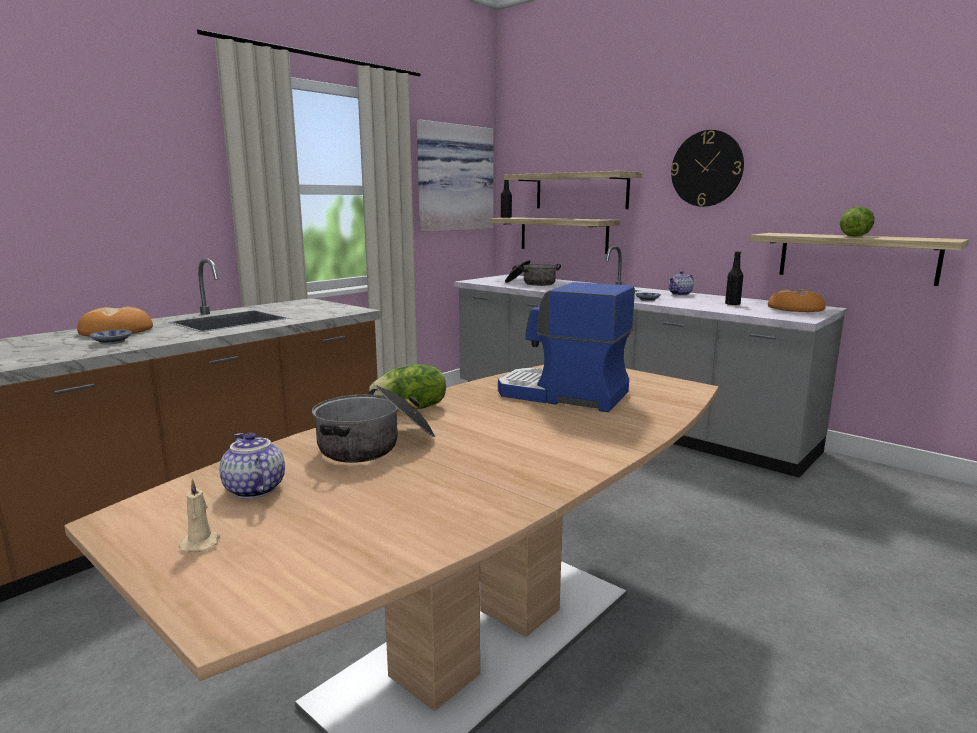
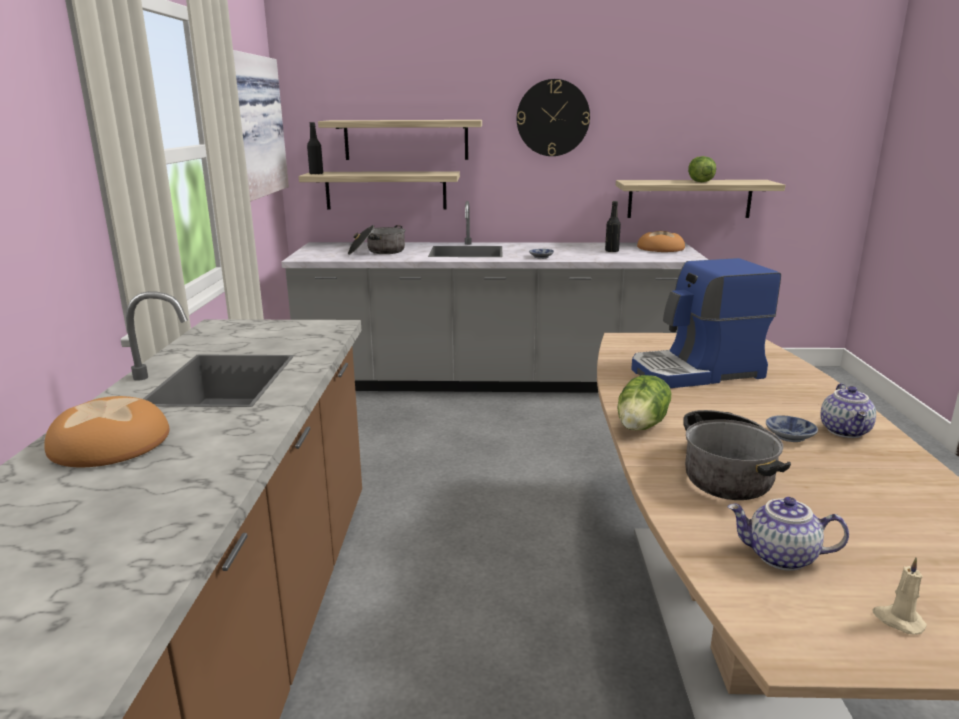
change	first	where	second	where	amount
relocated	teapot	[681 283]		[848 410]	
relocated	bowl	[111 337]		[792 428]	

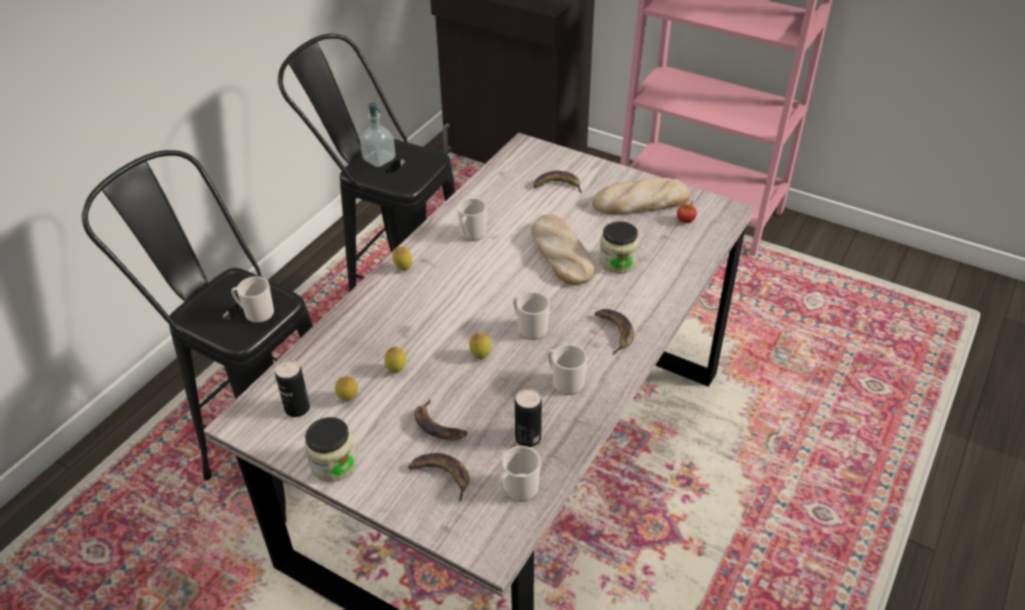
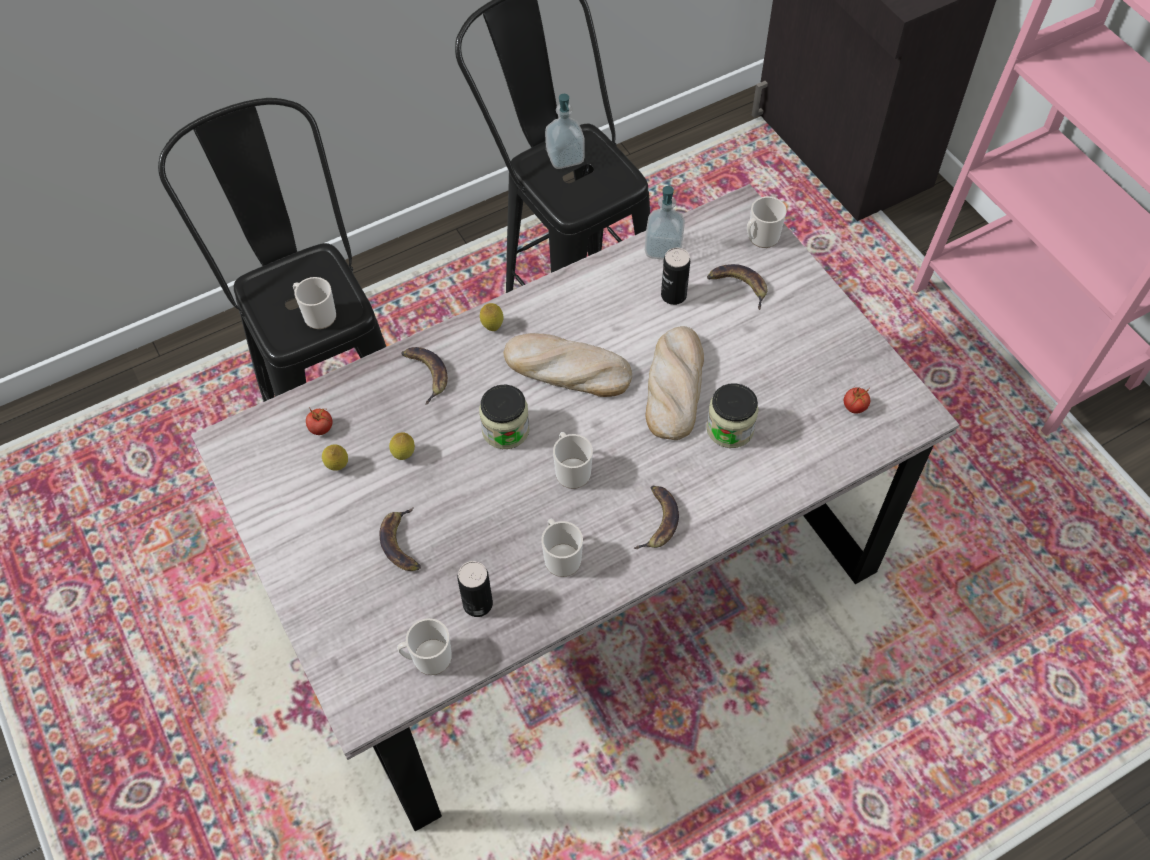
change	first	where	second	where	amount
relocated	bread	[641 196]		[567 365]	
relocated	mug	[472 219]		[766 222]	
missing	lemon	[480 346]			
relocated	can	[292 388]		[675 276]	
relocated	jar	[331 449]		[504 417]	
relocated	banana	[439 477]		[424 376]	
appeared			soap dispenser	[665 223]	
appeared			tomato	[319 421]	

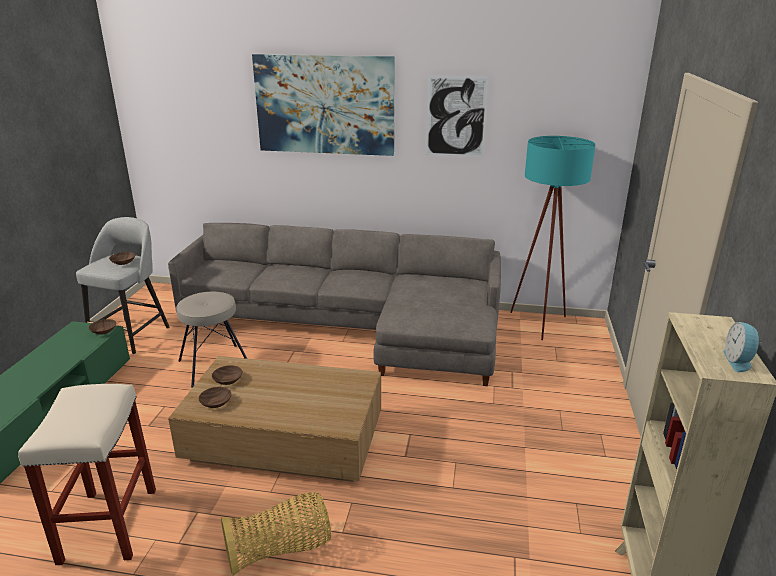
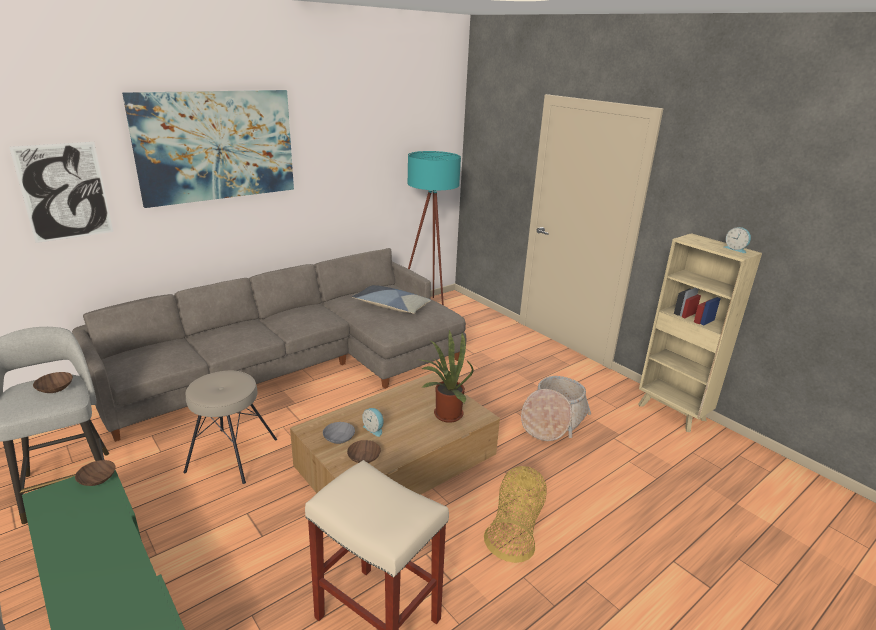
change	first	where	second	where	amount
relocated	picture	[457 116]		[61 192]	
colour	brown bowl	[227 375]	grey bowl	[339 433]	
appeared			pillow	[391 299]	
appeared			potted plant	[447 376]	
appeared			basket	[556 408]	
appeared			alarm clock	[373 422]	

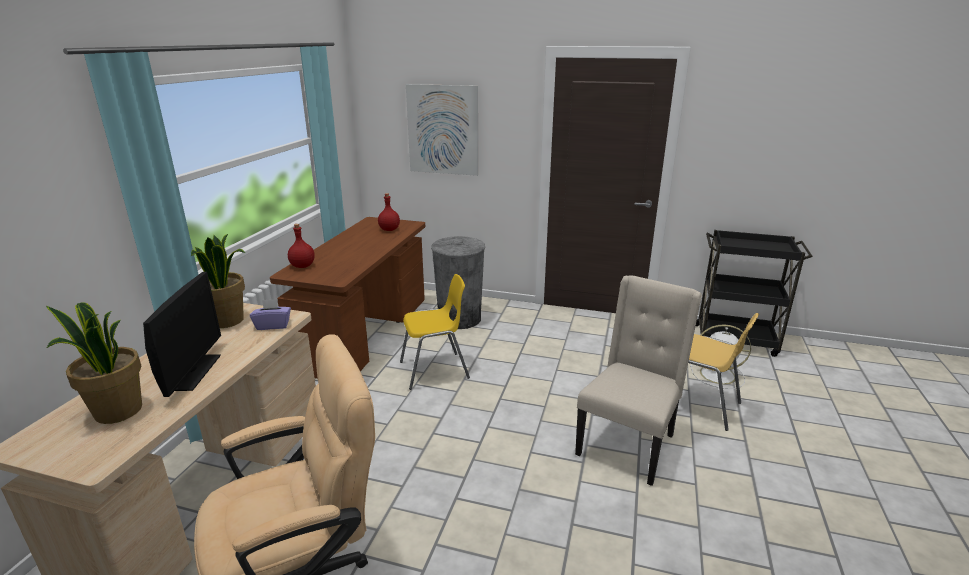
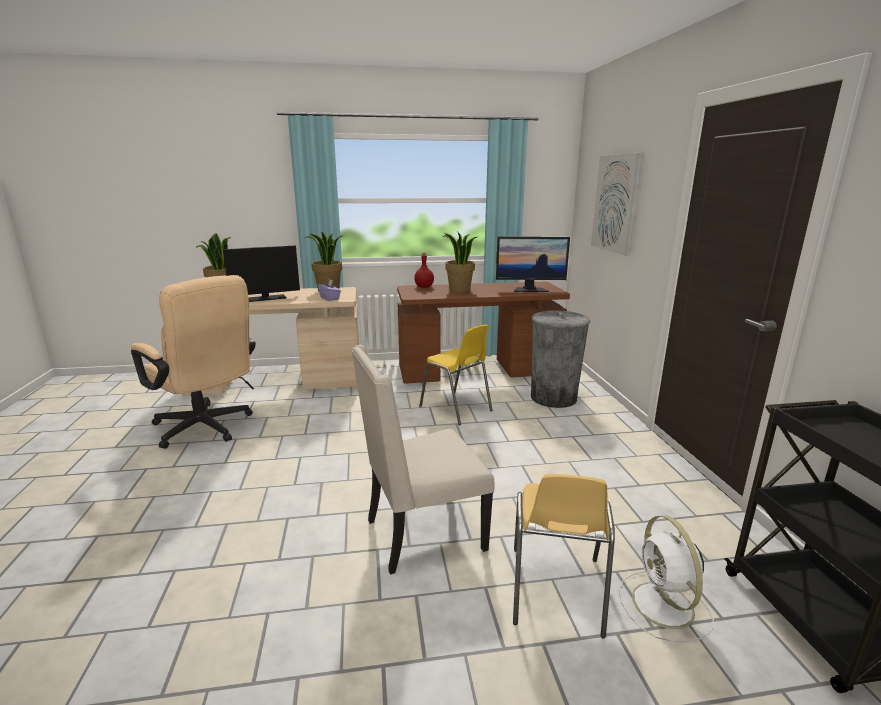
change	first	where	second	where	amount
exchanged	red bottle	[389 212]	monitor	[533 264]	
spun	beige chair	[638 380]		[422 460]	150 degrees clockwise
appeared			potted plant	[459 262]	

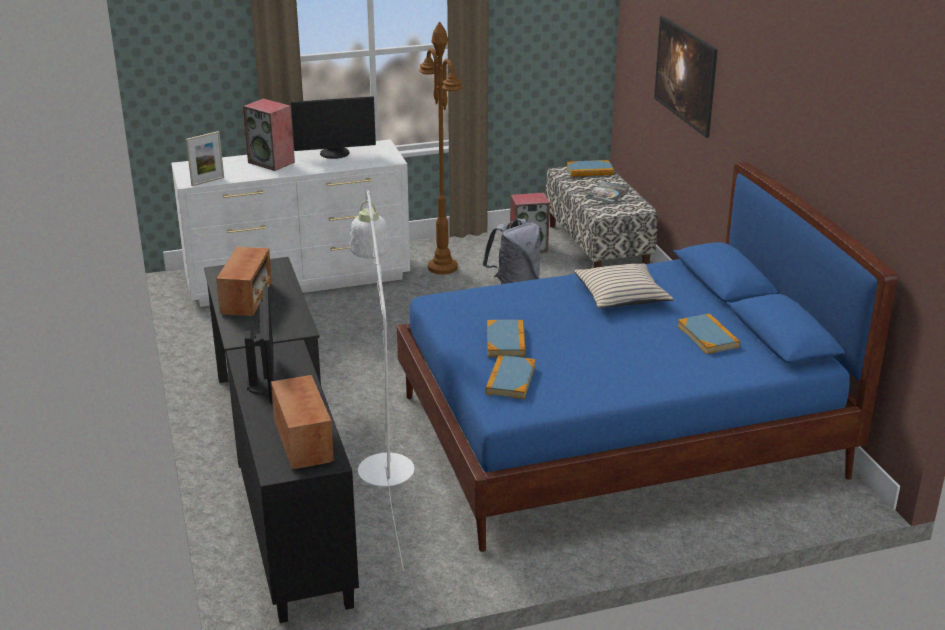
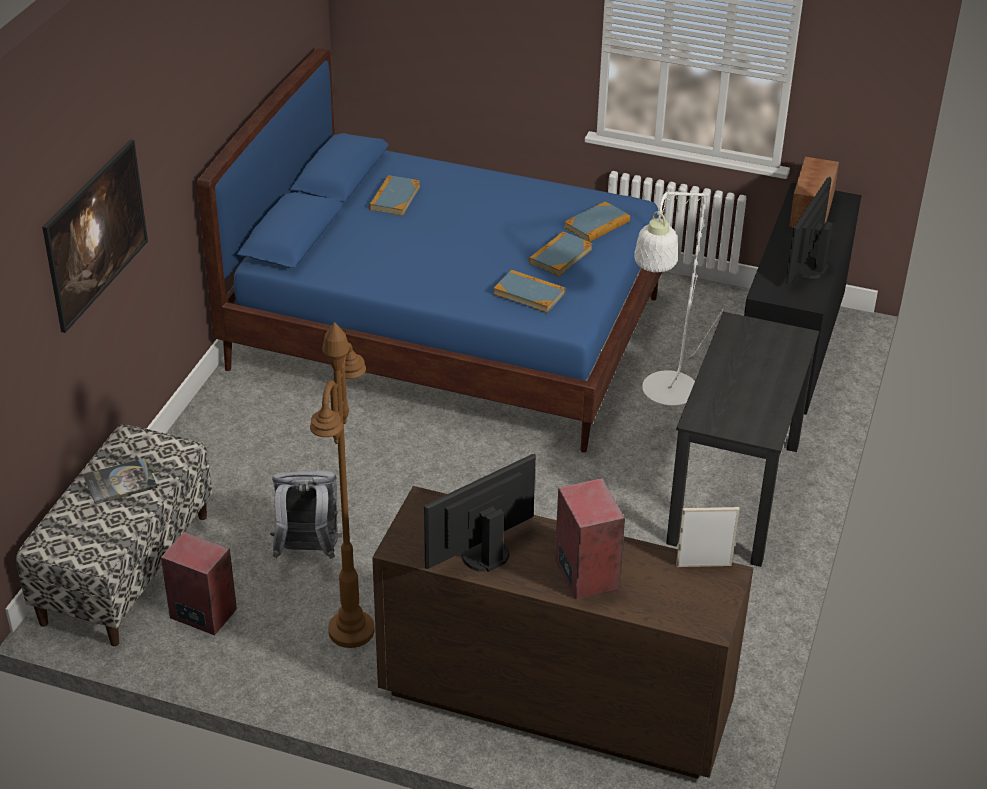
change	first	where	second	where	amount
spun	monitor	[333 127]		[480 513]	60 degrees counterclockwise
colour	white dresser	[290 223]	brown dresser	[562 632]	
relocated	book	[590 168]		[529 291]	
missing	radio	[244 281]			
missing	beige pillow	[624 285]			

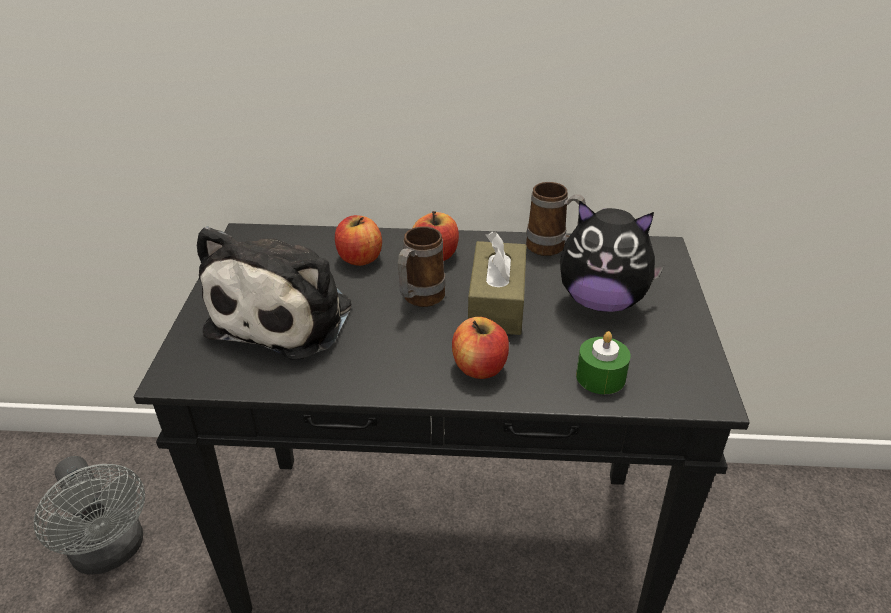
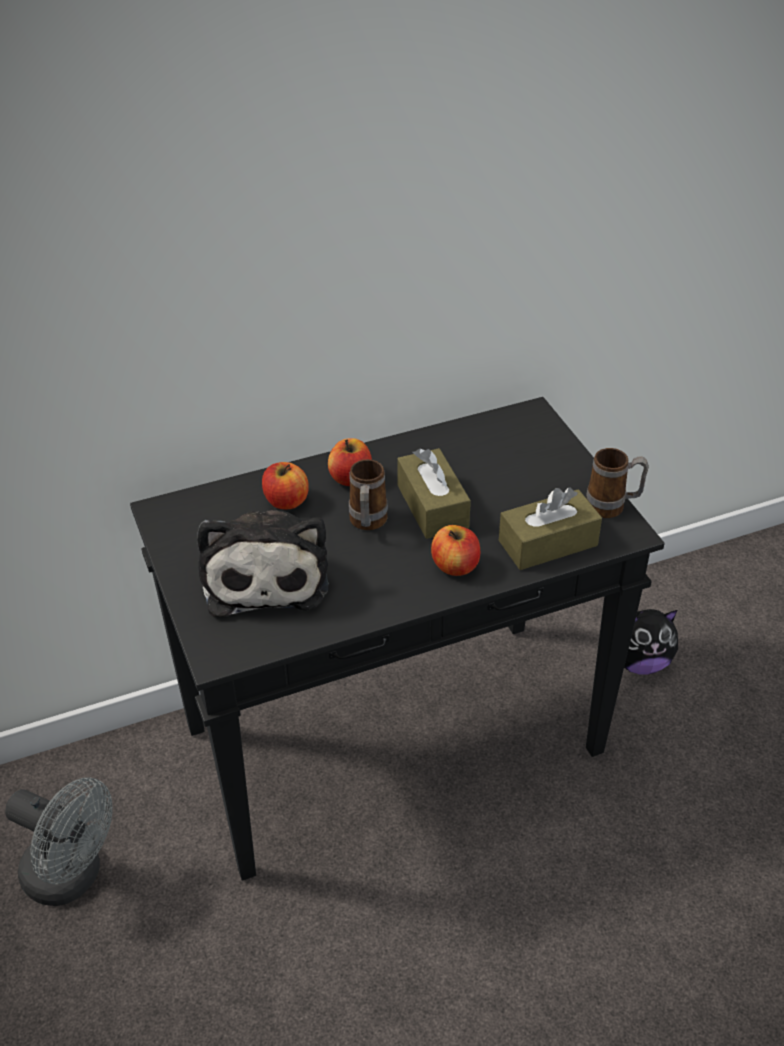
change	first	where	second	where	amount
relocated	mug	[556 219]		[617 483]	
relocated	plush toy	[612 256]		[651 642]	
exchanged	green candle	[603 362]	brown tissue box	[550 528]	

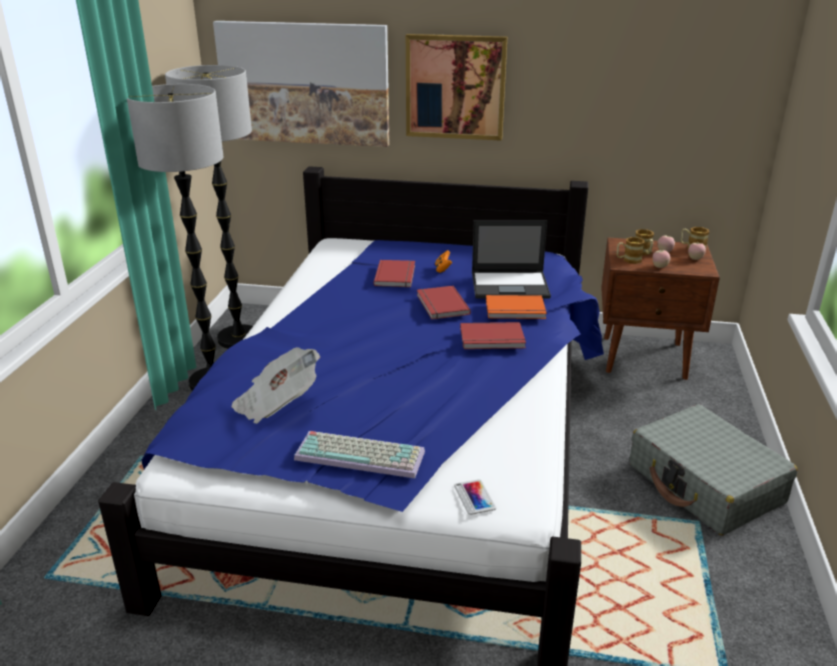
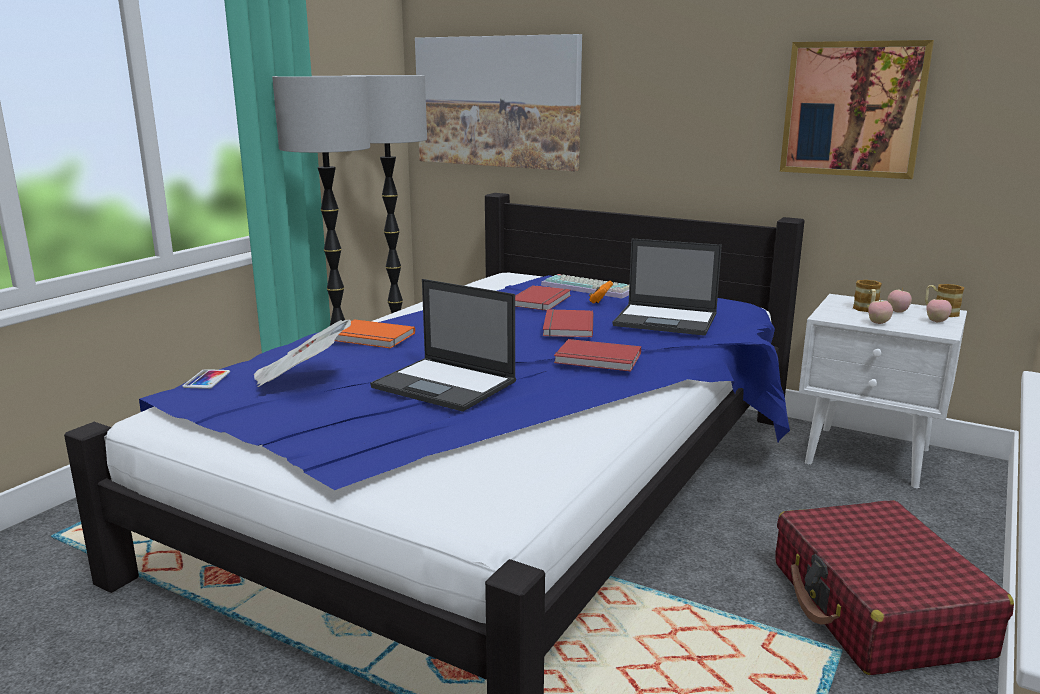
change	first	where	second	where	amount
relocated	picture	[456 87]		[857 109]	
colour	brown nightstand	[660 308]	white nightstand	[883 391]	
missing	mug	[631 250]			
relocated	orange book	[516 307]		[374 333]	
colour	grey suitcase	[714 469]	red suitcase	[895 587]	
relocated	keyboard	[359 454]		[585 286]	
relocated	phone	[475 497]		[206 379]	
appeared			laptop	[443 345]	

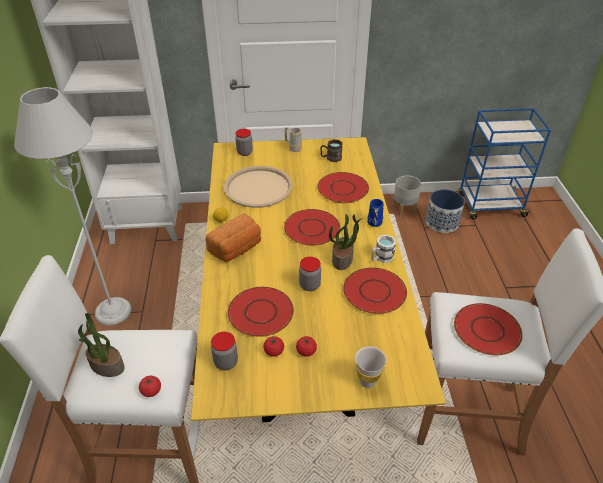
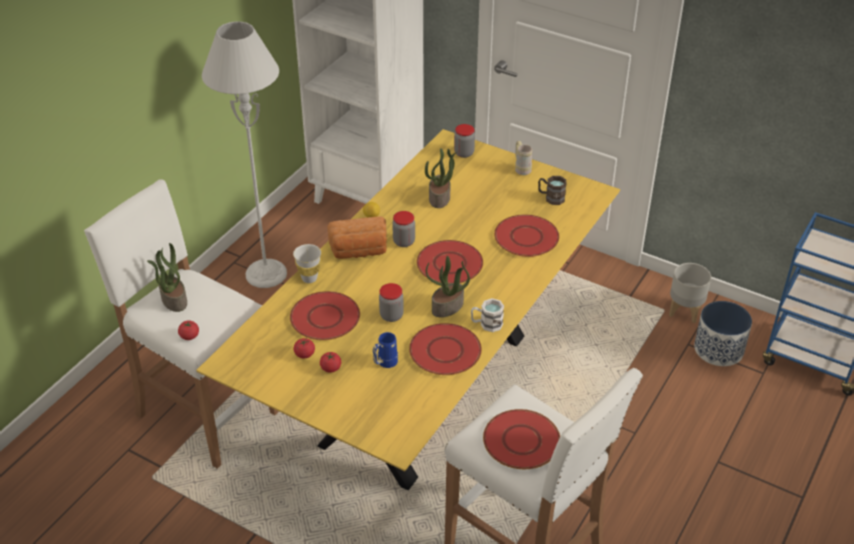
change	first	where	second	where	amount
exchanged	beige tray	[258 187]	potted plant	[441 178]	
relocated	blue mug	[375 213]		[385 350]	
relocated	jar	[224 351]		[403 229]	
relocated	white cup	[371 367]		[307 263]	

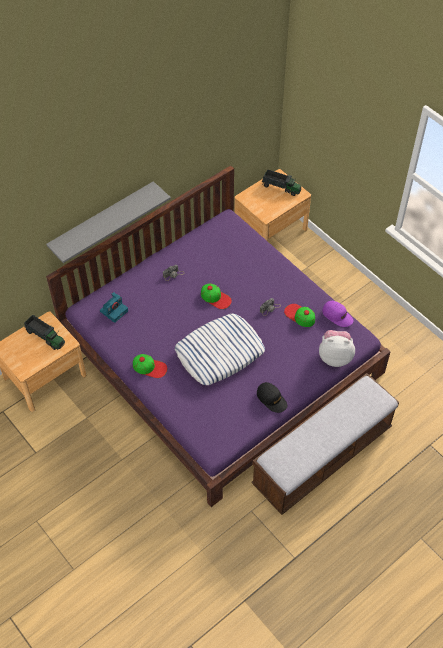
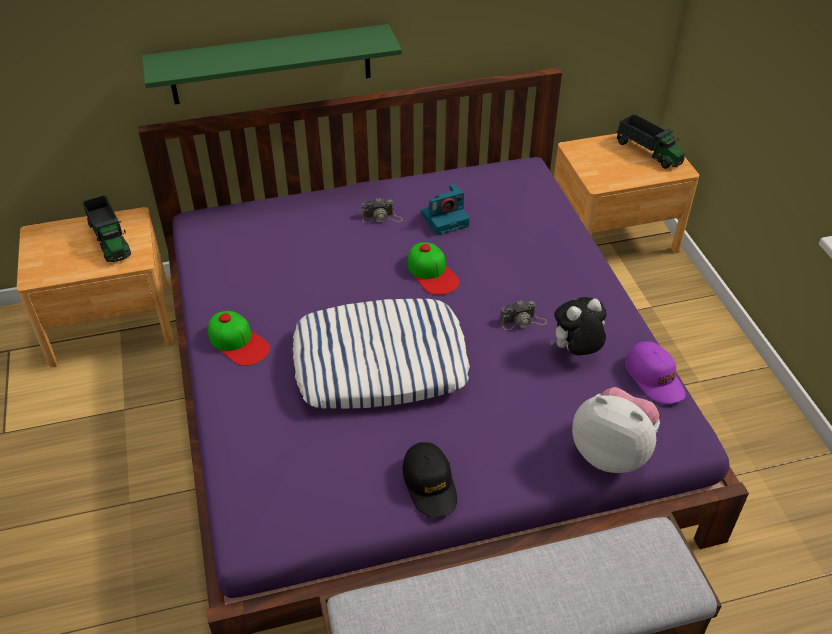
change	first	where	second	where	amount
colour	grey shelf	[108 222]	green shelf	[272 64]	
relocated	photo camera	[114 307]		[445 210]	
exchanged	cap	[299 315]	plush toy	[578 326]	

